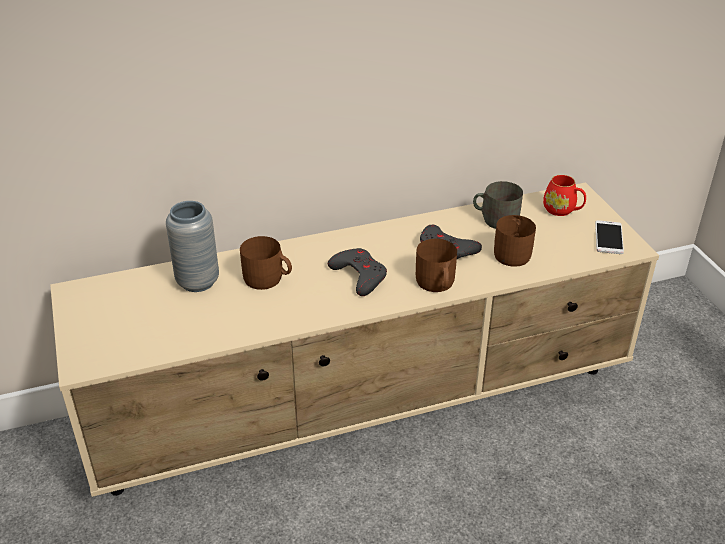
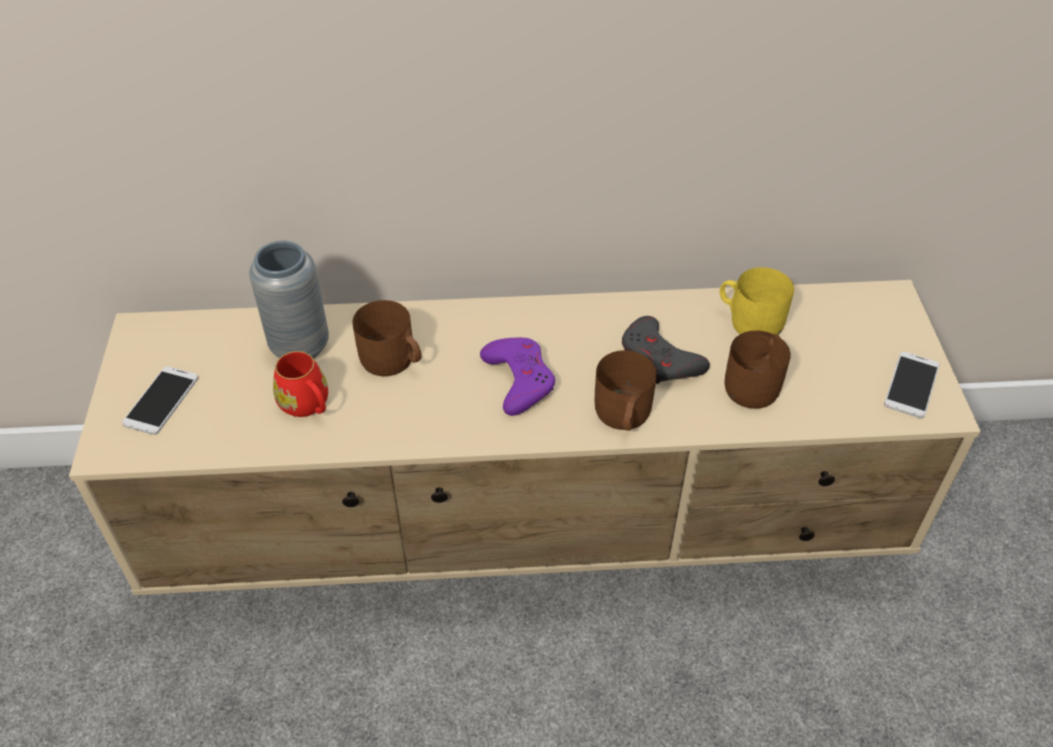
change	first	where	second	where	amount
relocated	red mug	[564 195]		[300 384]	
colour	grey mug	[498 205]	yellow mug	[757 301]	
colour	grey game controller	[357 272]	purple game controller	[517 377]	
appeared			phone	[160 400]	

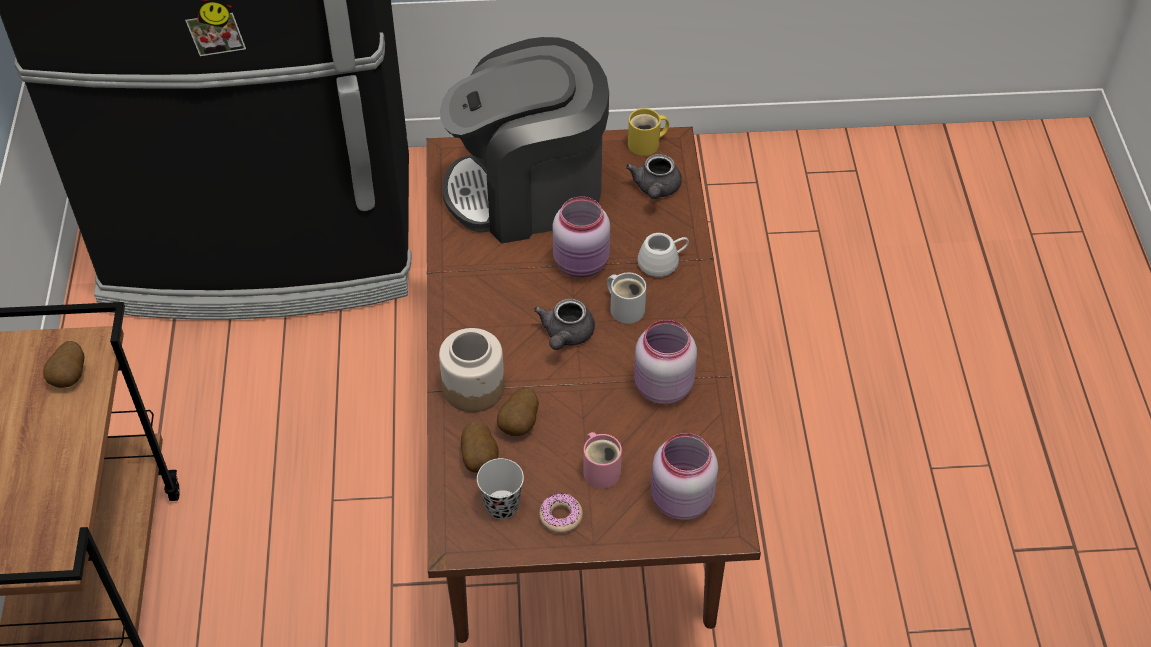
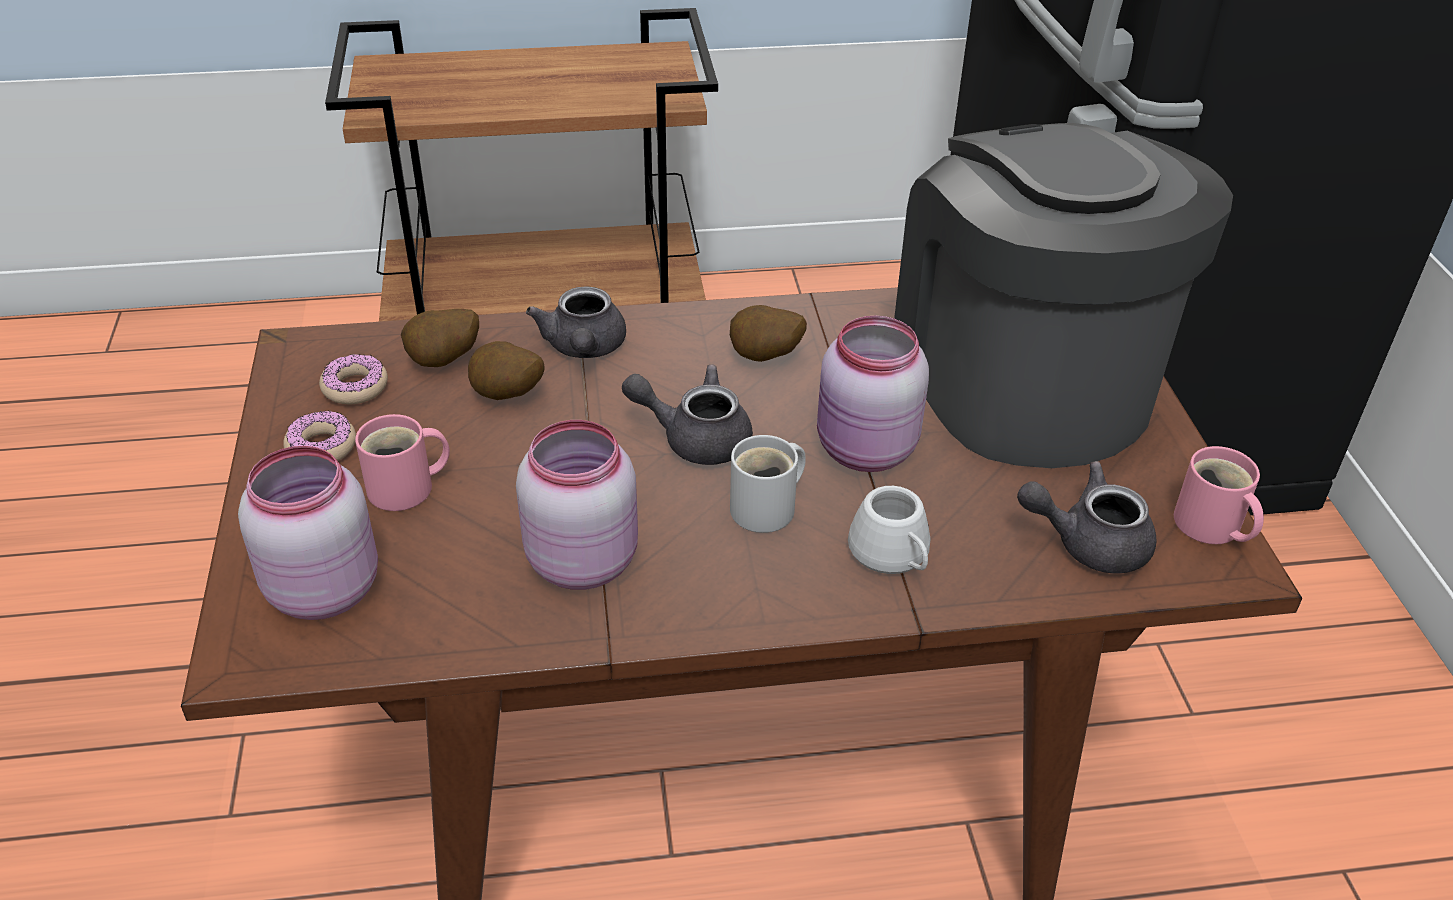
change	first	where	second	where	amount
colour	yellow mug	[648 132]	pink mug	[1219 495]	
exchanged	jar	[471 370]	grey teapot	[576 322]	
relocated	potato	[63 364]		[768 333]	
exchanged	black cup	[500 488]	donut	[353 379]	

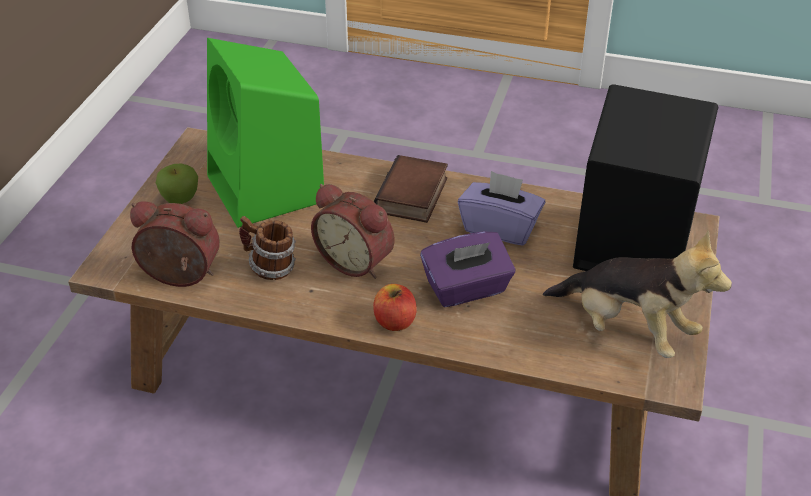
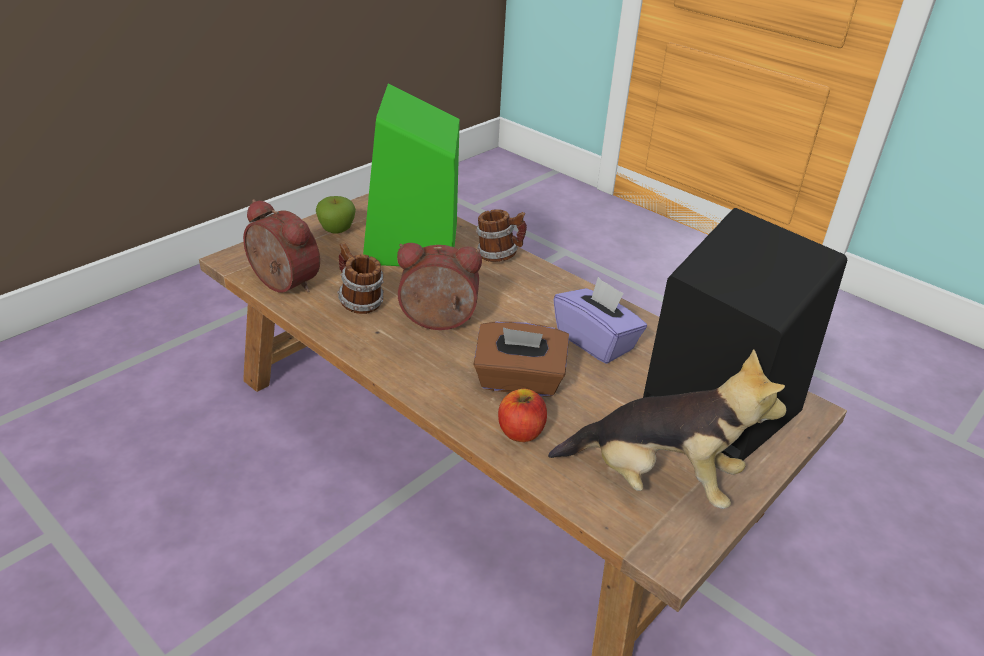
change	first	where	second	where	amount
missing	book	[411 189]			
spun	alarm clock	[352 231]		[439 286]	120 degrees clockwise
spun	plush toy	[637 294]		[667 429]	45 degrees counterclockwise
colour	purple tissue box	[467 269]	brown tissue box	[521 359]	
relocated	apple	[395 307]		[522 415]	
appeared			mug	[501 235]	

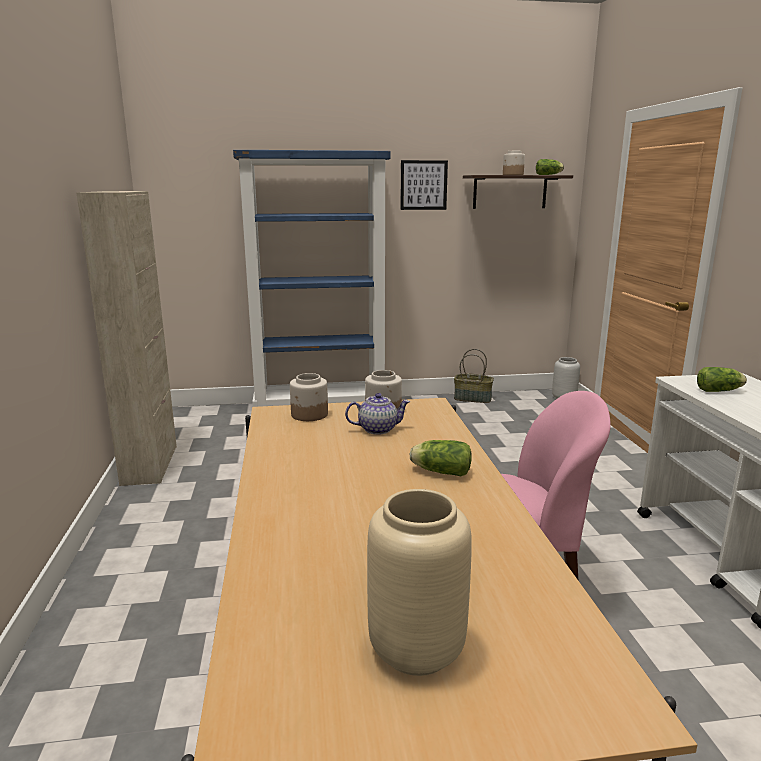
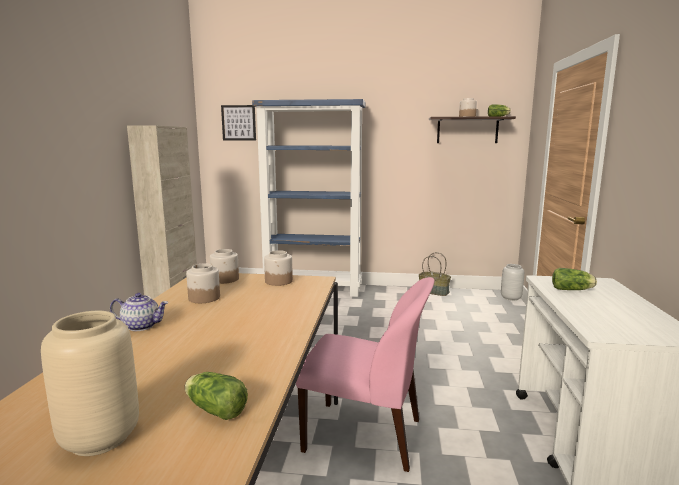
change	first	where	second	where	amount
relocated	picture	[424 185]		[238 123]	
relocated	teapot	[377 414]		[139 312]	
relocated	lettuce	[440 458]		[216 396]	
appeared			jar	[203 283]	

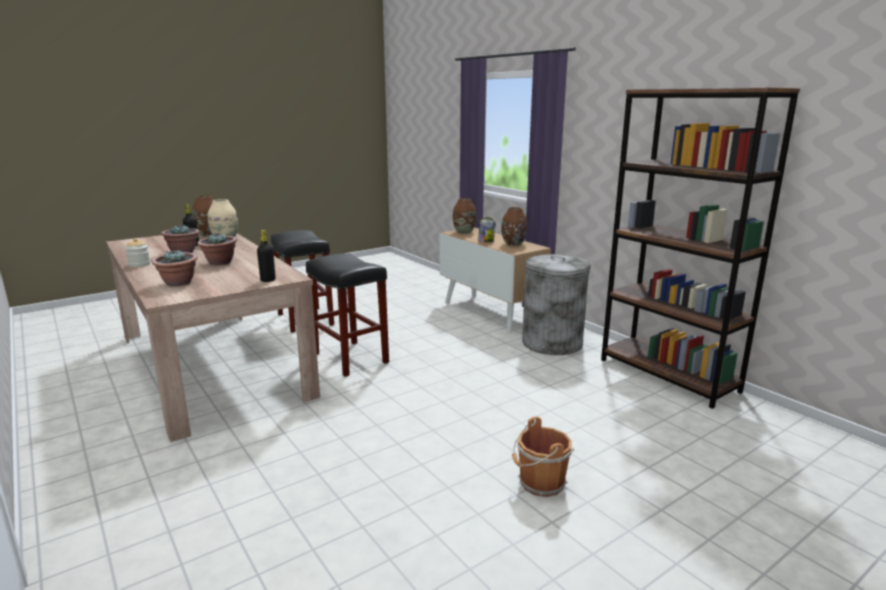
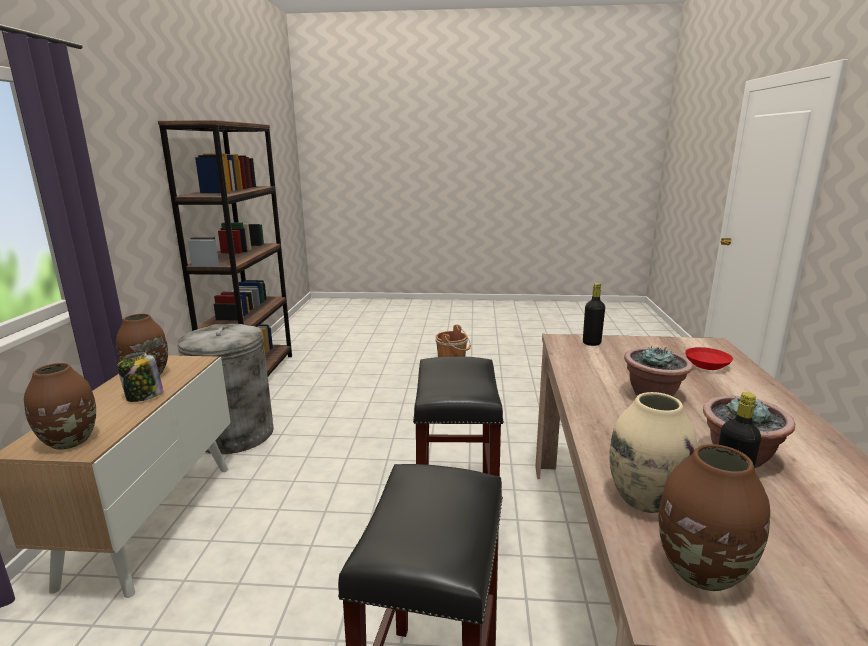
change	first	where	second	where	amount
missing	jar	[137 252]			
exchanged	potted plant	[175 267]	red bowl	[709 358]	

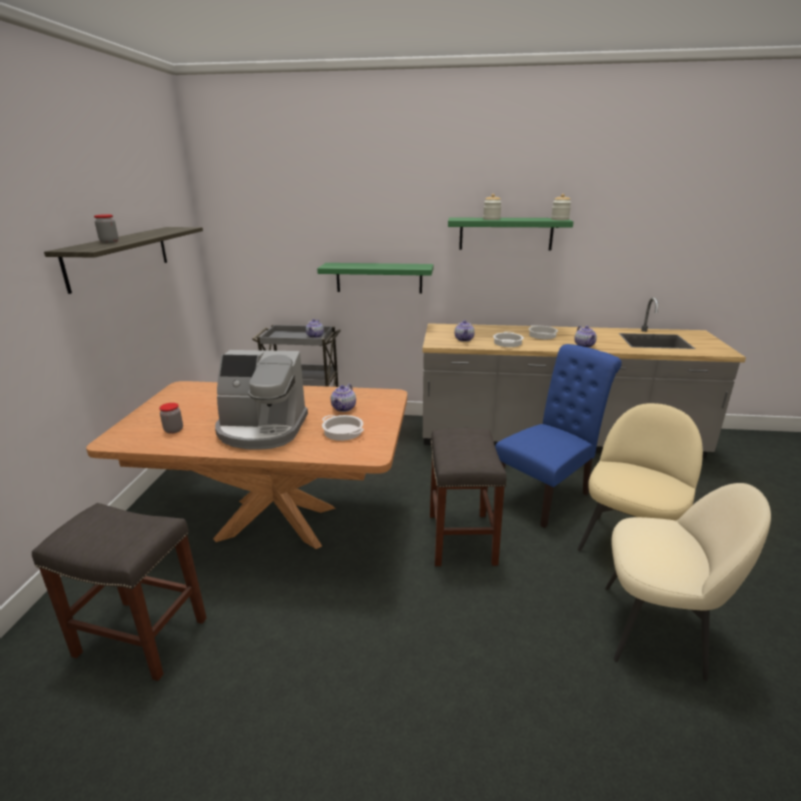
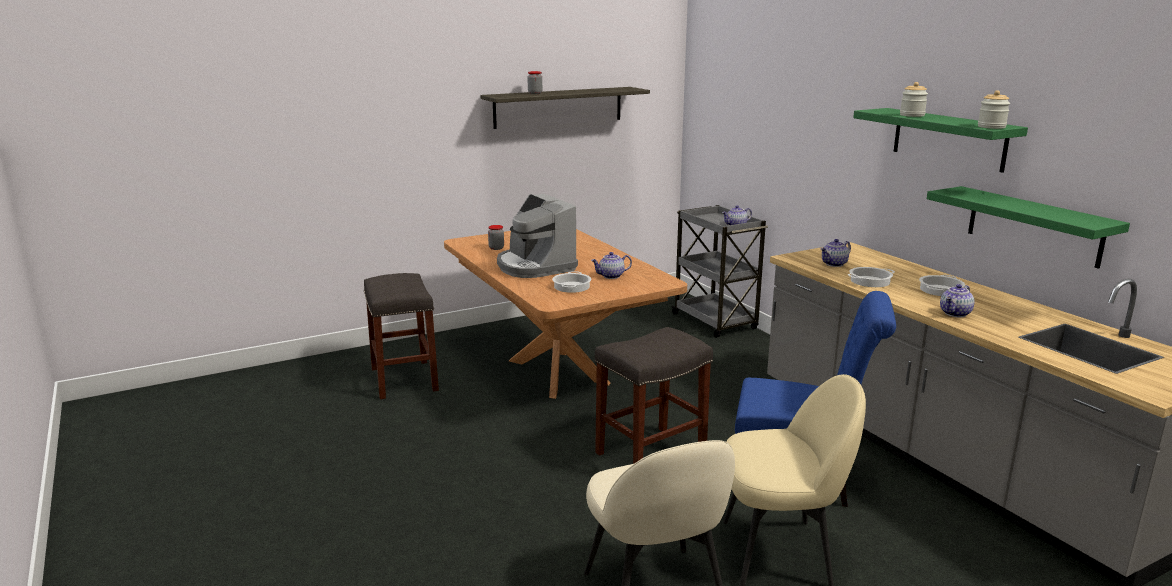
change	first	where	second	where	amount
relocated	green shelf	[375 278]		[1028 227]	

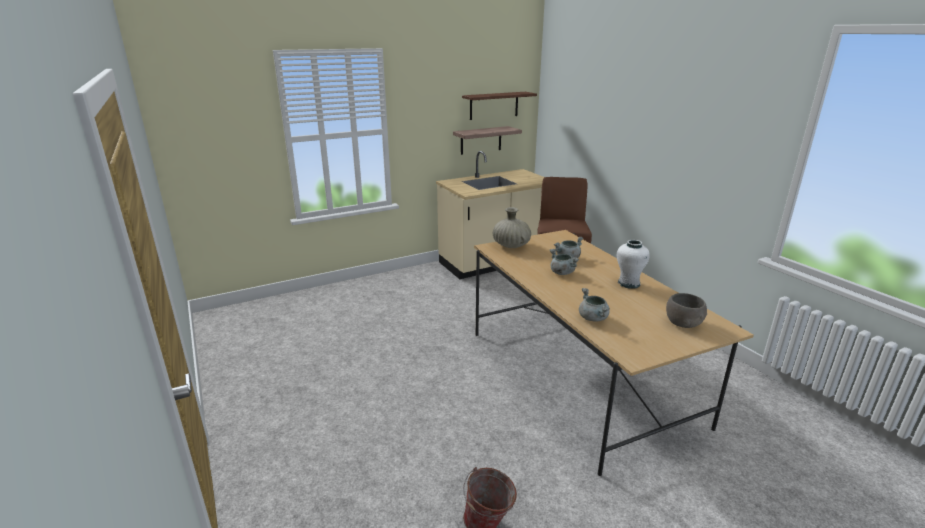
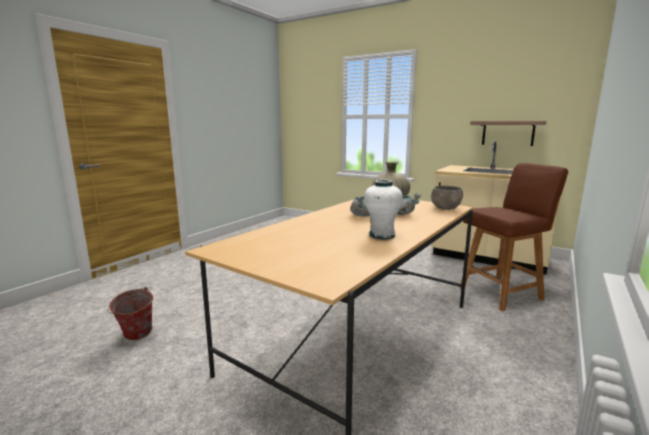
change	first	where	second	where	amount
missing	brown shelf	[499 106]			
missing	grey cooking pot	[594 305]			
relocated	grey bowl	[686 310]		[447 198]	

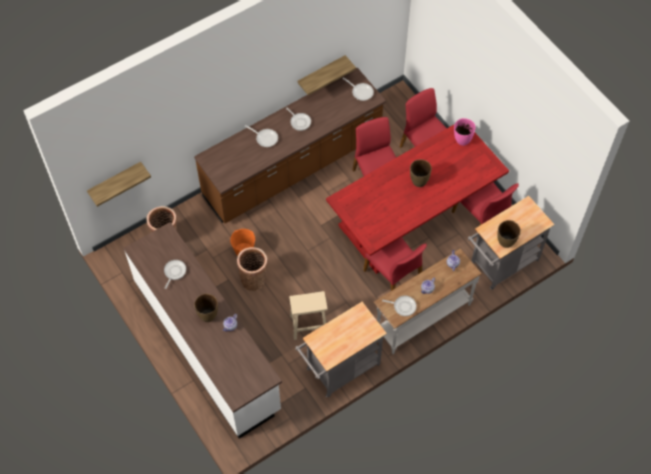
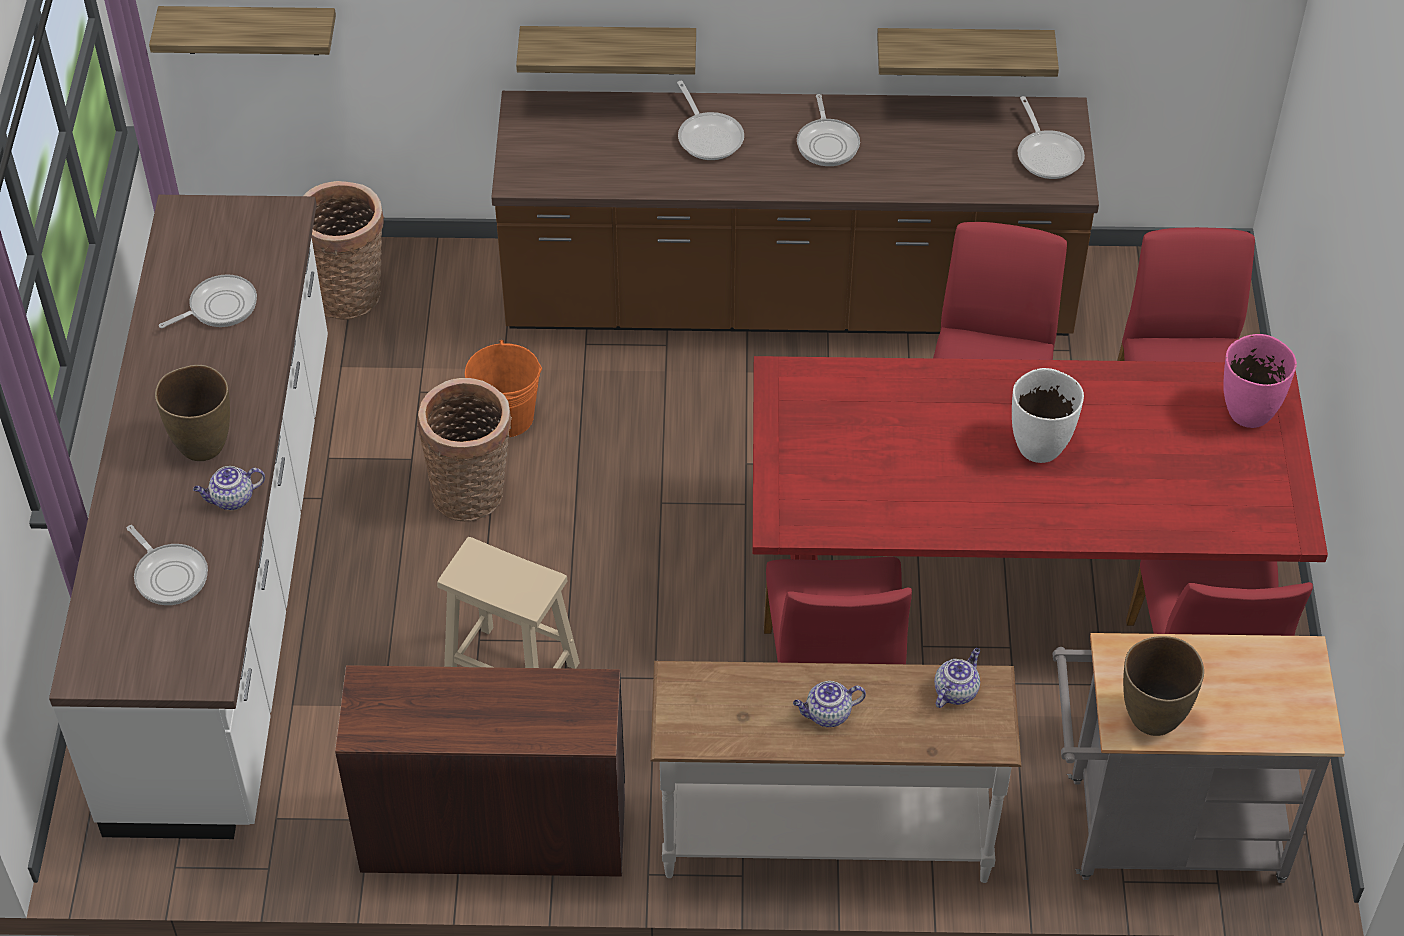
change	first	where	second	where	amount
colour	brown vase	[421 173]	white vase	[1048 415]	
relocated	frying pan	[399 306]		[167 565]	
exchanged	grey cart	[341 349]	brown desk	[480 771]	
appeared			shelf	[606 50]	

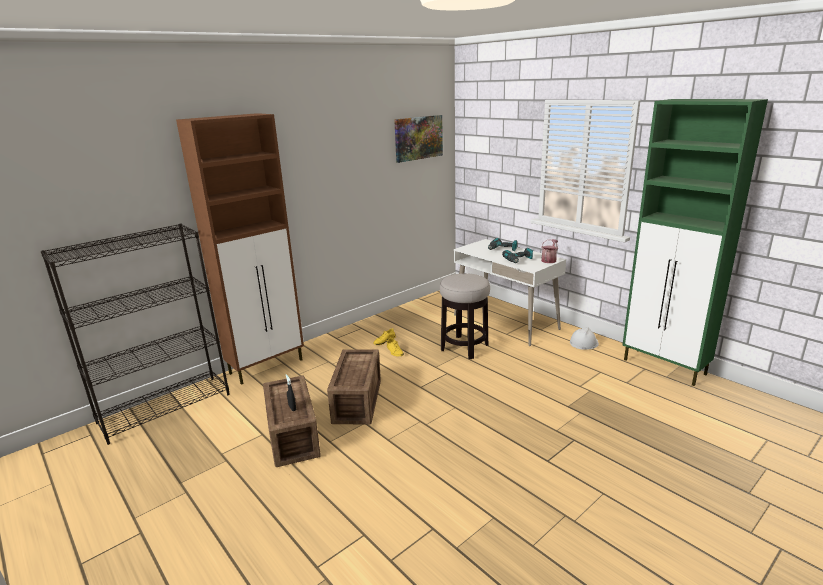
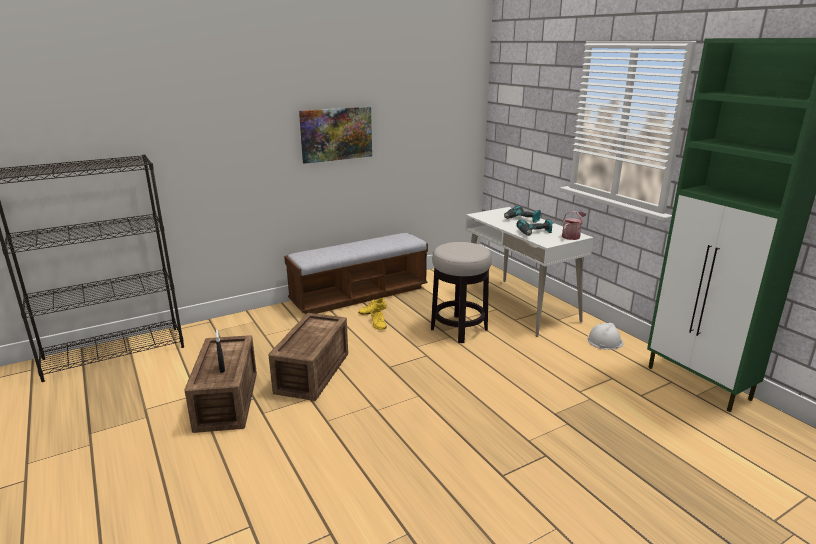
change	first	where	second	where	amount
missing	brown cabinet	[240 249]			
relocated	picture	[418 139]		[335 135]	
appeared			bench	[356 273]	

